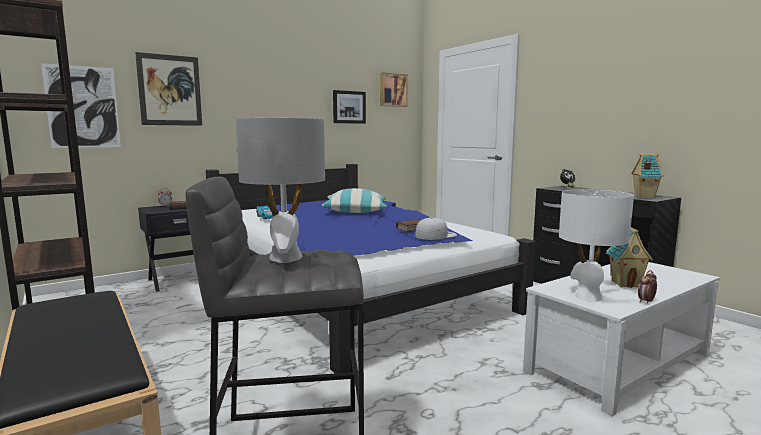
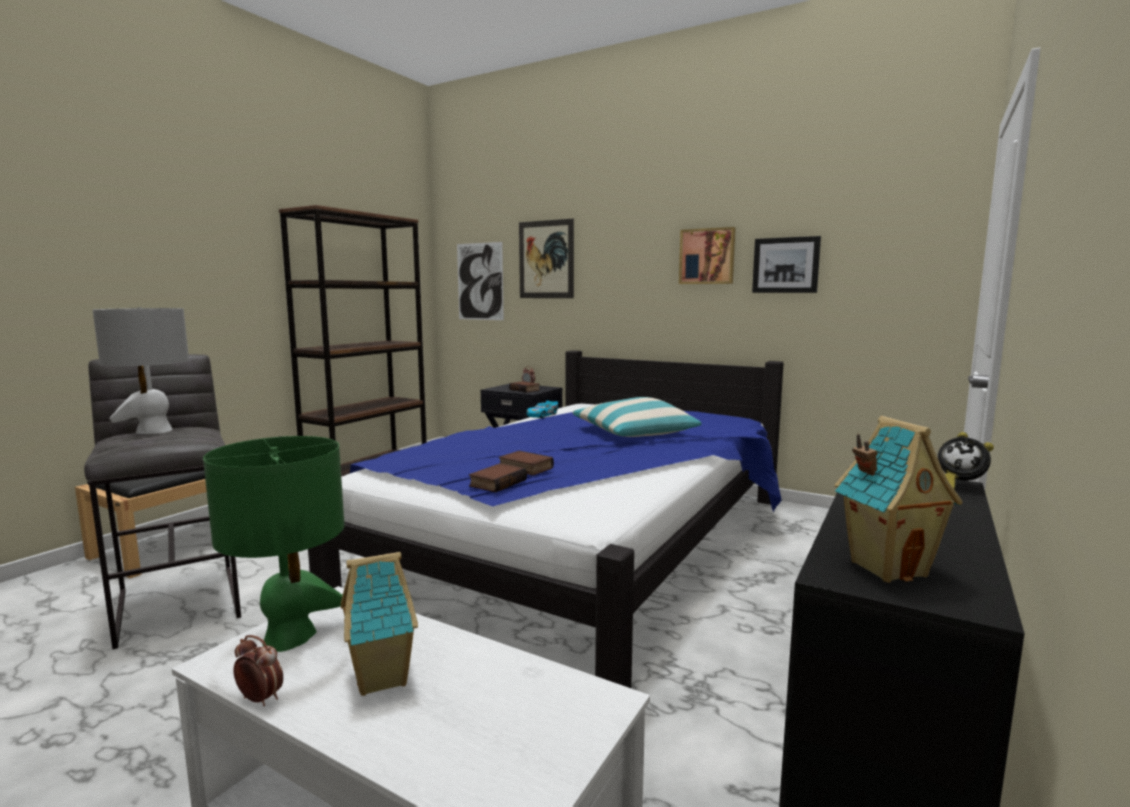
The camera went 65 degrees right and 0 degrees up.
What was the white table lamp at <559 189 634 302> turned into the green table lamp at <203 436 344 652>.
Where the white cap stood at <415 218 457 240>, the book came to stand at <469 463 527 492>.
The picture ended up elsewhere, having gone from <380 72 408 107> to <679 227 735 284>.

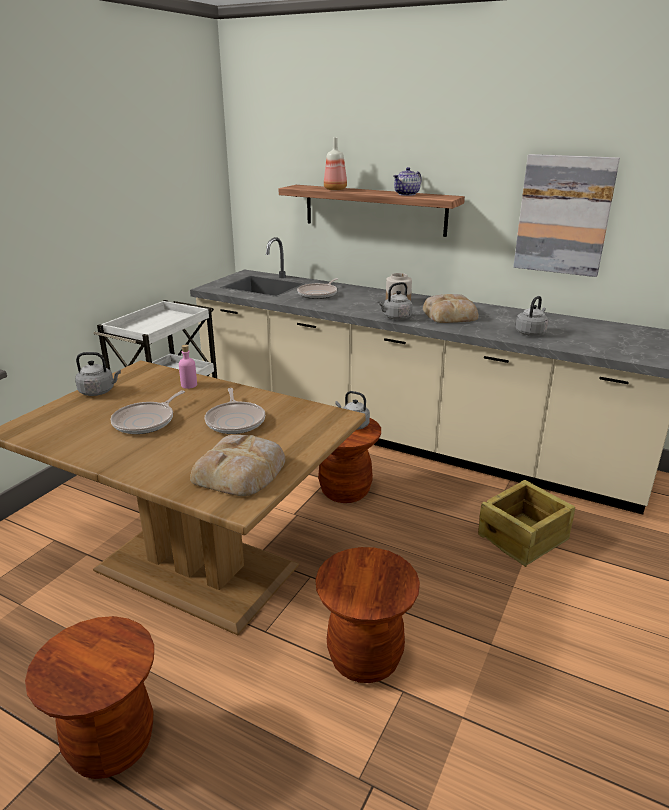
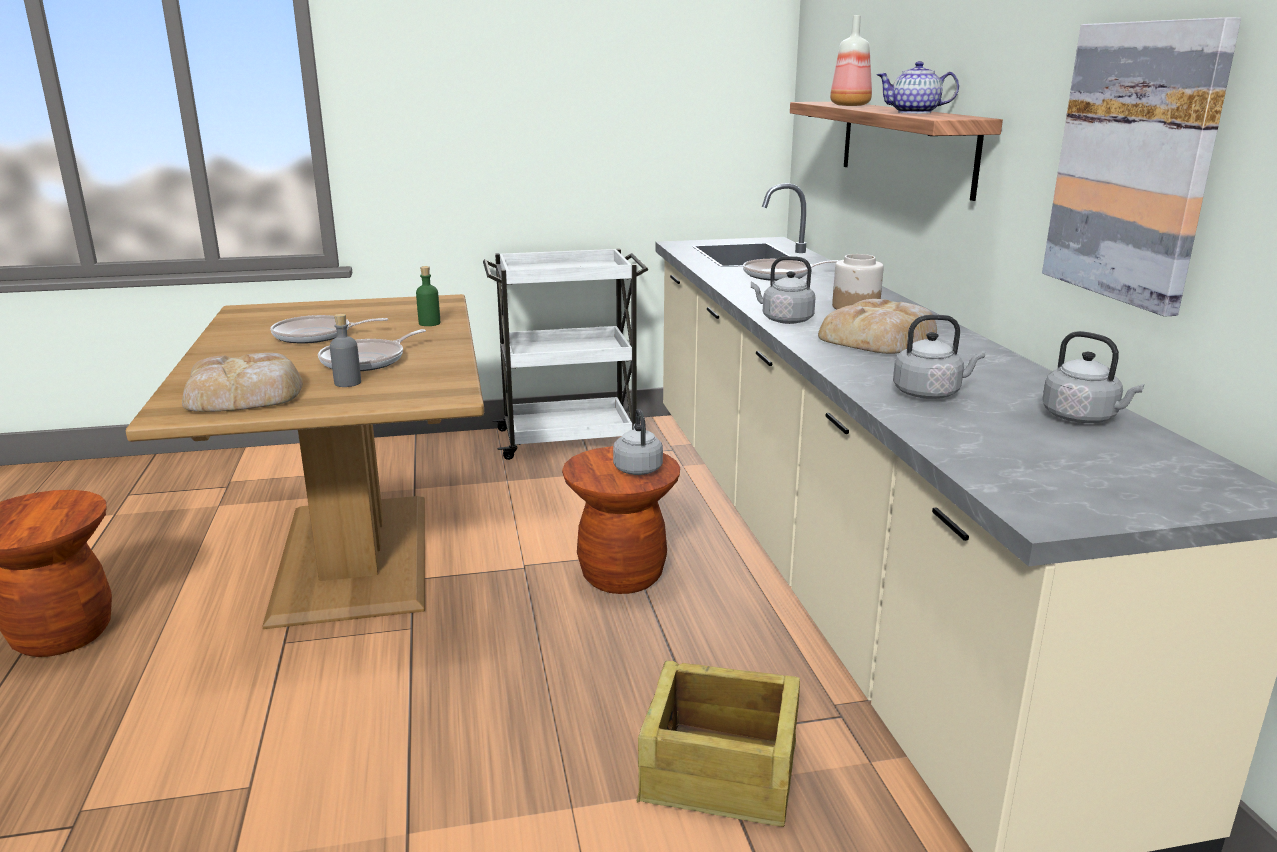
The camera went 50 degrees right and 5 degrees down.
The second view gained the grey bottle at <330 314 361 387>.
What was the pink bottle at <179 345 197 389> turned into the green bottle at <416 266 440 326>.
The grey kettle ended up elsewhere, having gone from <75 352 121 396> to <1042 331 1144 423>.
The second view lost the brown stool at <315 547 420 683>.

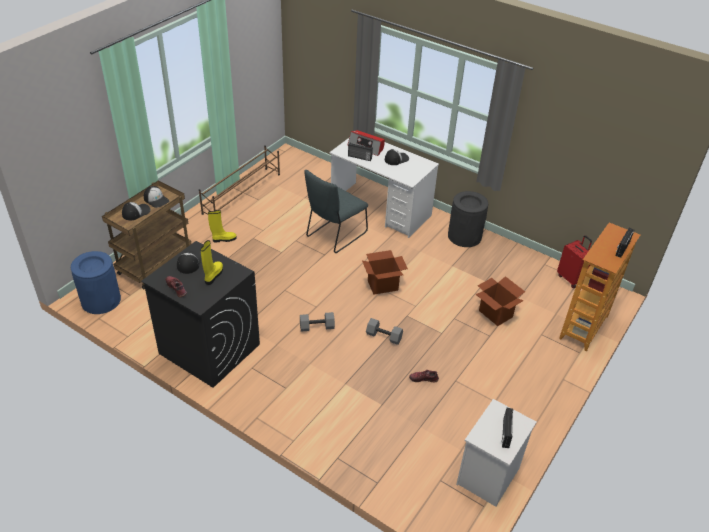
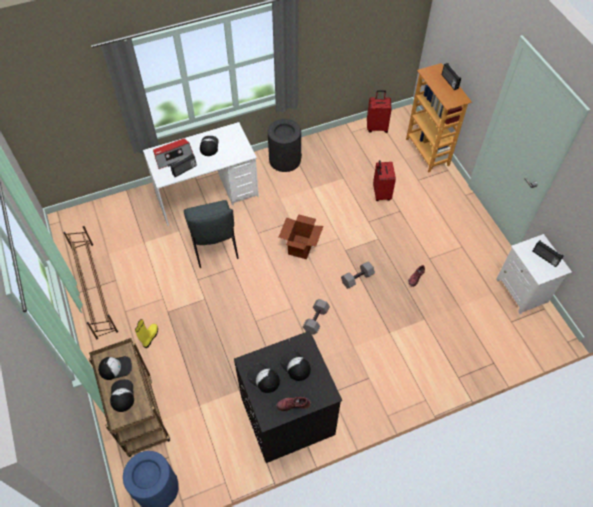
The camera went 55 degrees left and 15 degrees up.
Where the yellow boot stood at <200 240 223 285>, the cap came to stand at <280 350 311 381>.
Where the cardboard box stood at <476 276 525 326>, the red suitcase came to stand at <373 160 396 201>.

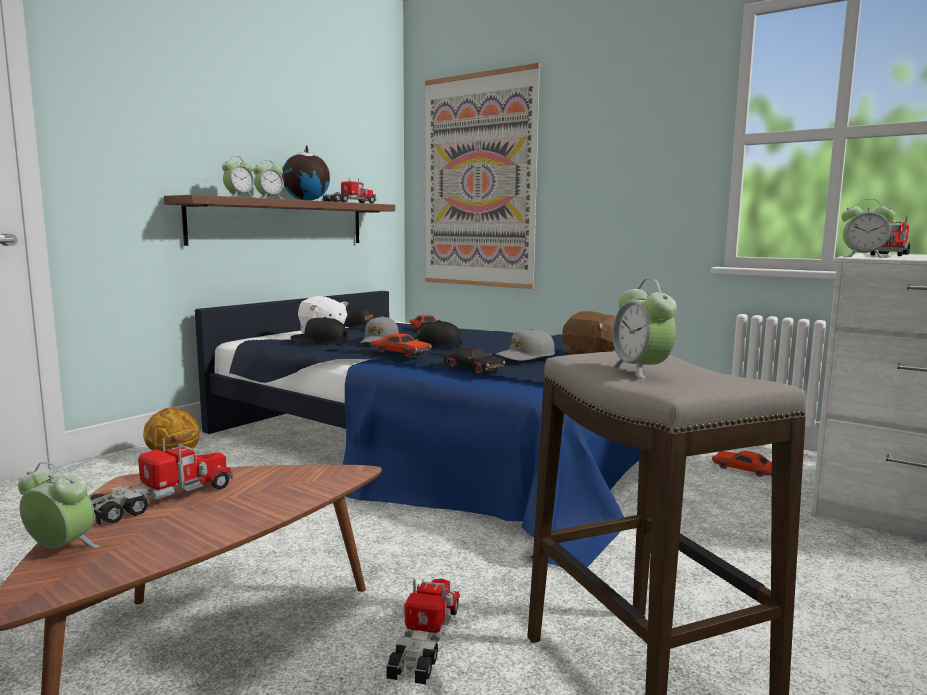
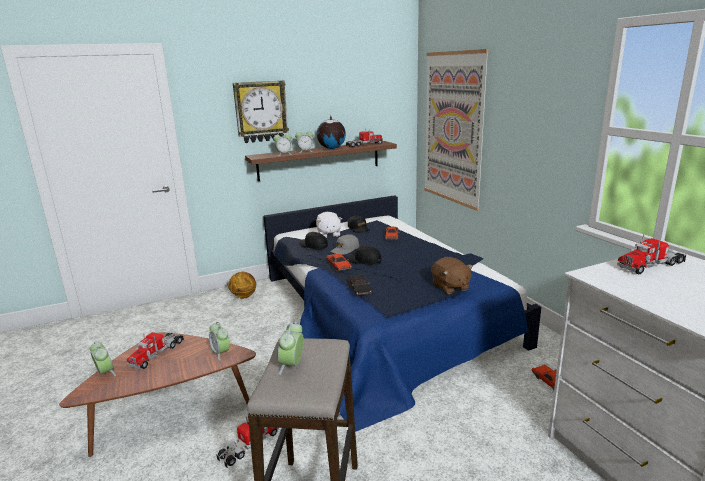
The camera went 30 degrees right and 10 degrees up.
The toy truck at <90 438 233 526> ended up facing another way, 135 degrees clockwise from before.
The alarm clock ended up elsewhere, having gone from <841 199 895 258> to <209 322 230 361>.
The second view gained the wall clock at <233 80 289 143>.
The second view lost the grey cap at <496 328 555 361>.

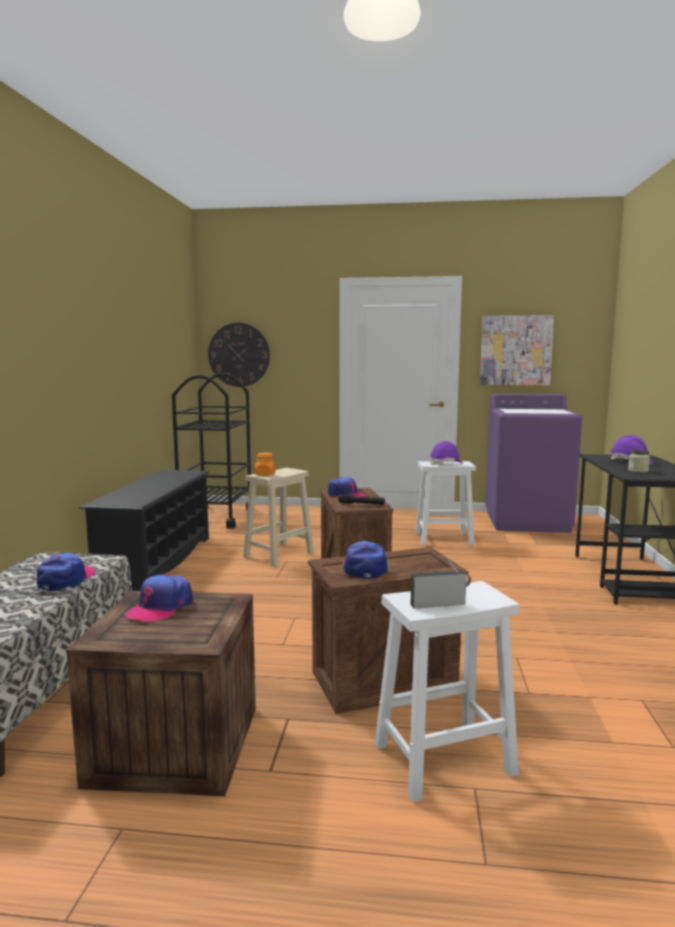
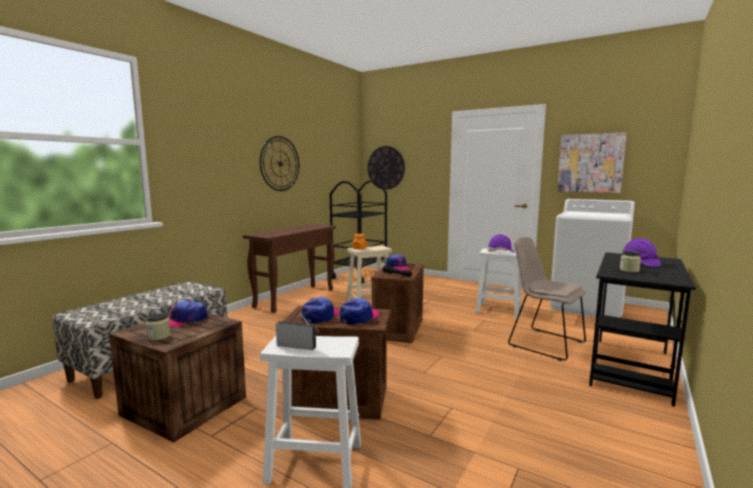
The camera went 25 degrees right and 0 degrees up.
The second view gained the jar at <146 313 170 341>.
Where the black shoe rack stood at <79 470 209 591>, the brown console table came to stand at <243 224 336 313>.
The second view gained the wall clock at <260 136 299 191>.
The cap ended up elsewhere, having gone from <36 553 95 591> to <340 298 380 325>.
The second view gained the beige chair at <508 237 586 361>.
What was the purple washing machine at <485 394 582 533> turned into the white washing machine at <550 199 635 318>.

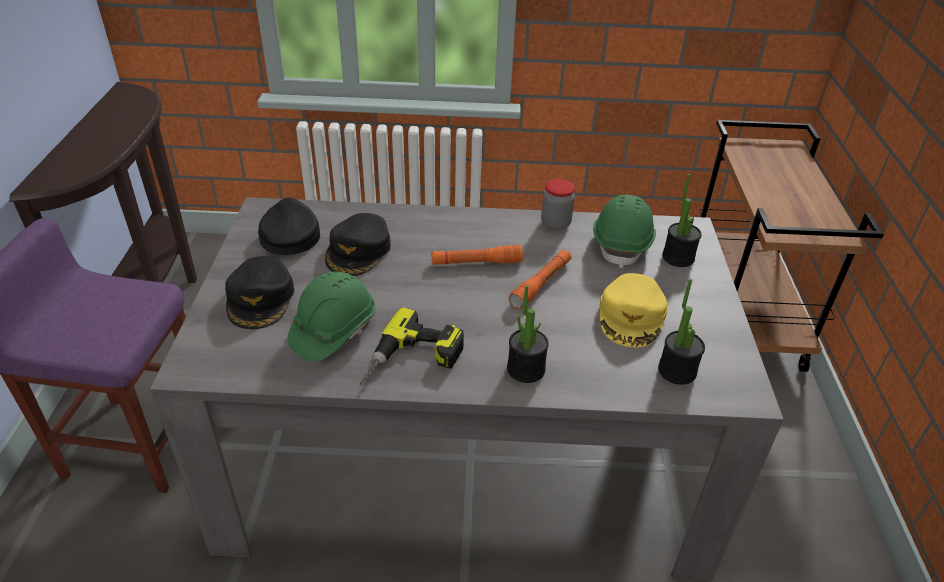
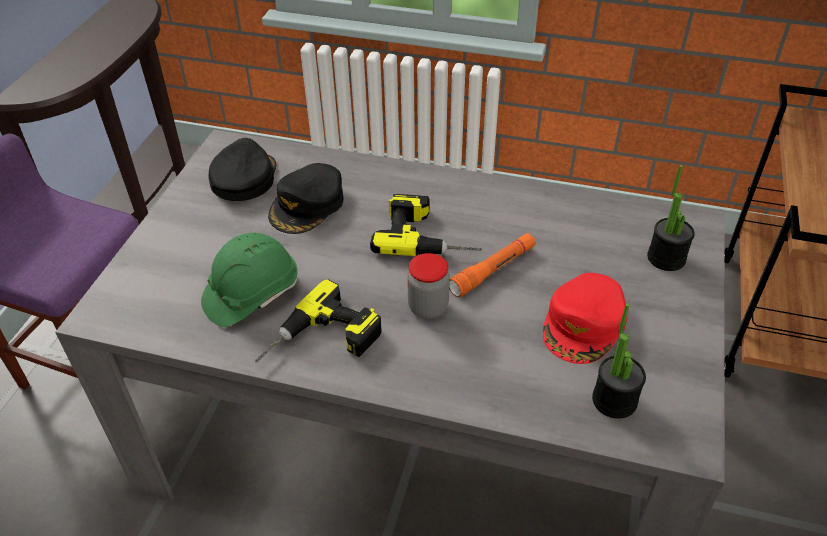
The camera went 15 degrees right and 5 degrees up.
Where the orange flashlight stood at <431 245 523 265>, the power drill came to stand at <370 194 482 256>.
The jar ended up elsewhere, having gone from <541 179 575 231> to <407 253 450 319>.
What was the yellow cap at <600 273 668 347> turned into the red cap at <543 273 627 364>.
The second view lost the black cap at <225 256 294 329>.
The second view lost the potted plant at <507 285 549 383>.
The second view lost the green hard hat at <593 195 656 268>.

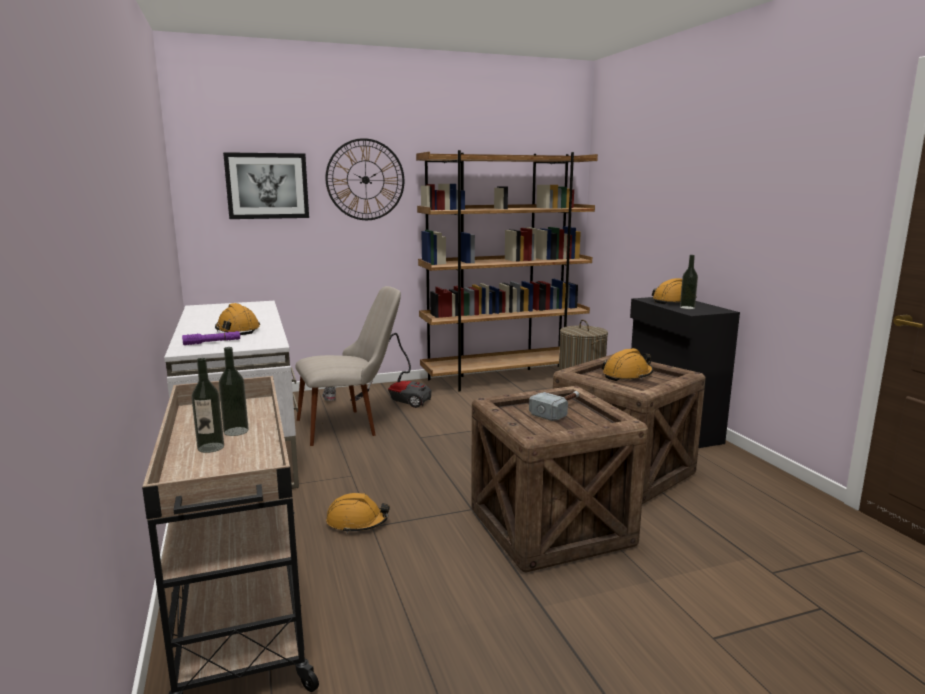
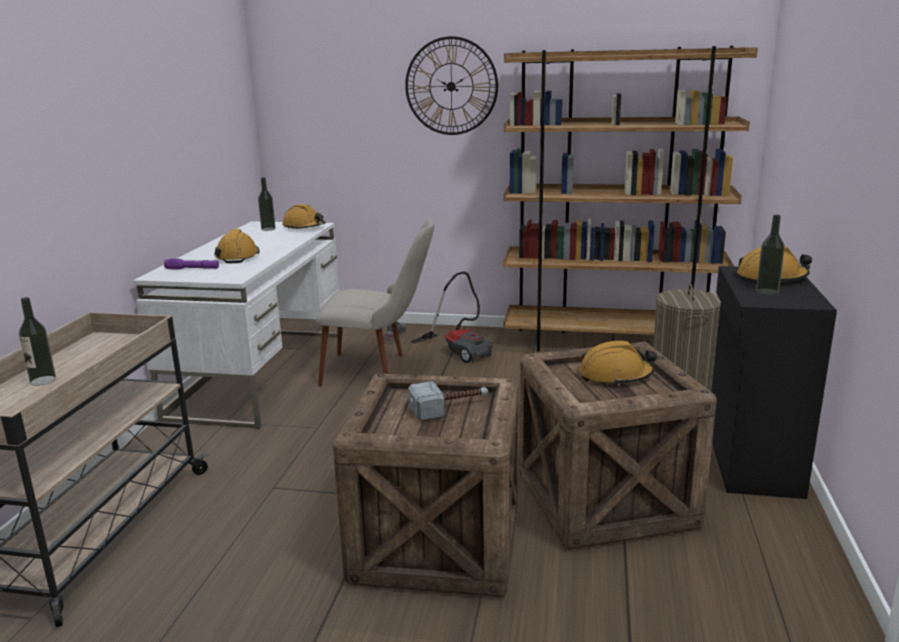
The camera went 30 degrees right and 5 degrees up.
The bottle ended up elsewhere, having gone from <219 347 249 436> to <258 177 276 231>.
The orange hard hat ended up elsewhere, having gone from <326 493 390 533> to <282 204 326 229>.
The second view lost the picture at <223 152 309 219>.

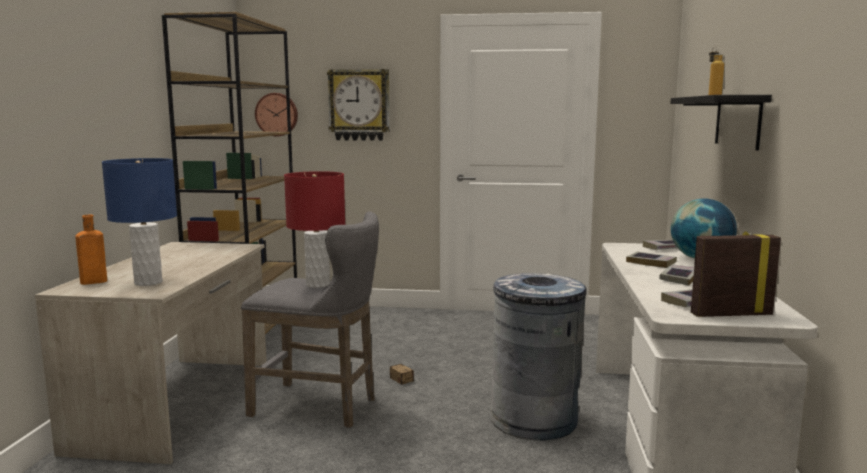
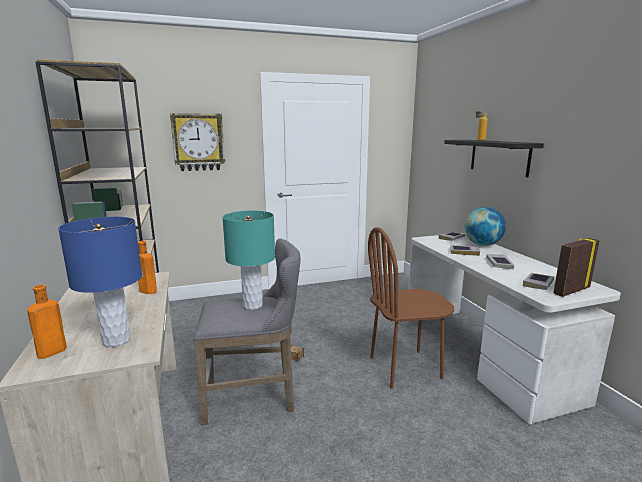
The camera went 25 degrees left and 5 degrees up.
The second view gained the orange bottle at <138 241 157 294>.
What was the red table lamp at <284 171 345 288> turned into the turquoise table lamp at <222 210 275 310>.
Where the grey trash can stood at <490 273 587 440>, the brown chair came to stand at <368 227 455 389>.
The second view lost the wall clock at <255 93 298 136>.

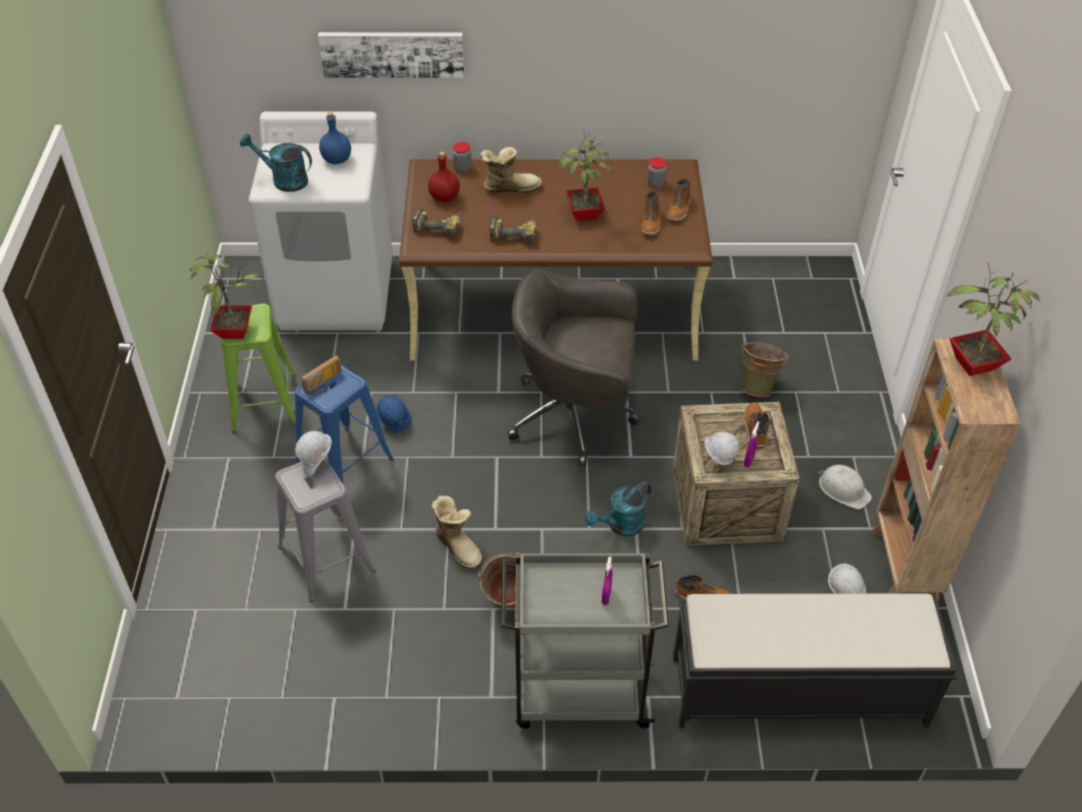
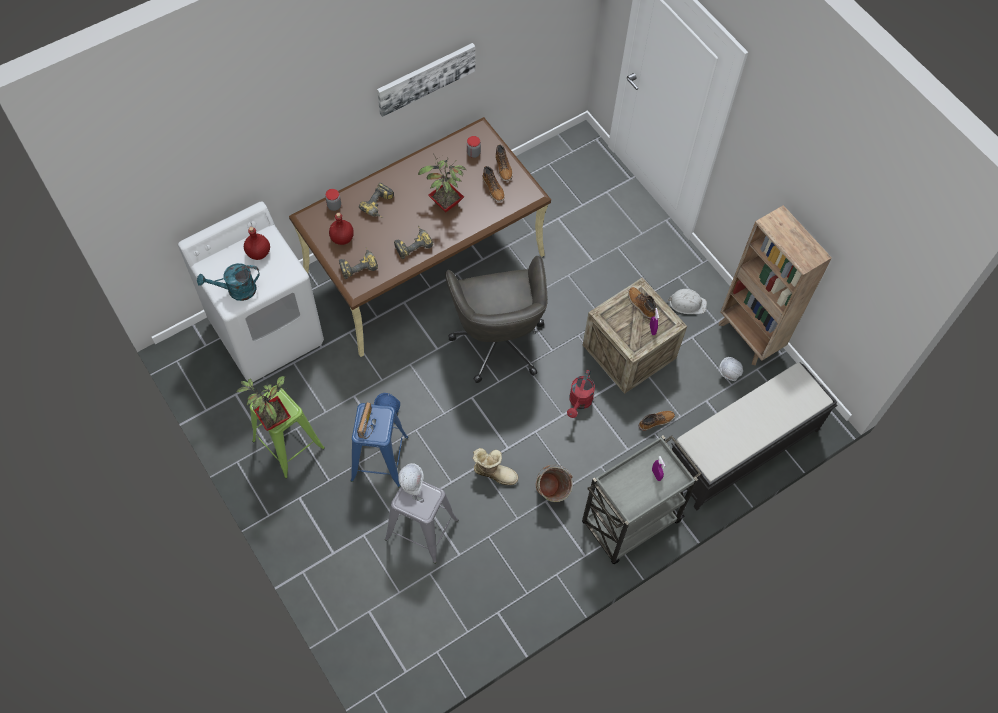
The camera went 35 degrees left and 15 degrees up.
What was the blue bottle at <319 112 351 164> turned into the red bottle at <244 227 270 260>.
Where the boot stood at <480 147 542 193>, the power drill came to stand at <359 183 394 218>.
The picture ended up elsewhere, having gone from <318 32 464 78> to <377 43 475 117>.
The grey office chair at <508 268 640 466> ended up facing another way, 75 degrees counterclockwise from before.
What was the turquoise watering can at <585 482 651 537> turned into the red watering can at <567 370 595 418>.
The second view lost the white hard hat at <704 432 739 465>.
The second view lost the green bucket at <741 342 788 397>.
The second view lost the potted plant at <947 262 1040 376>.

